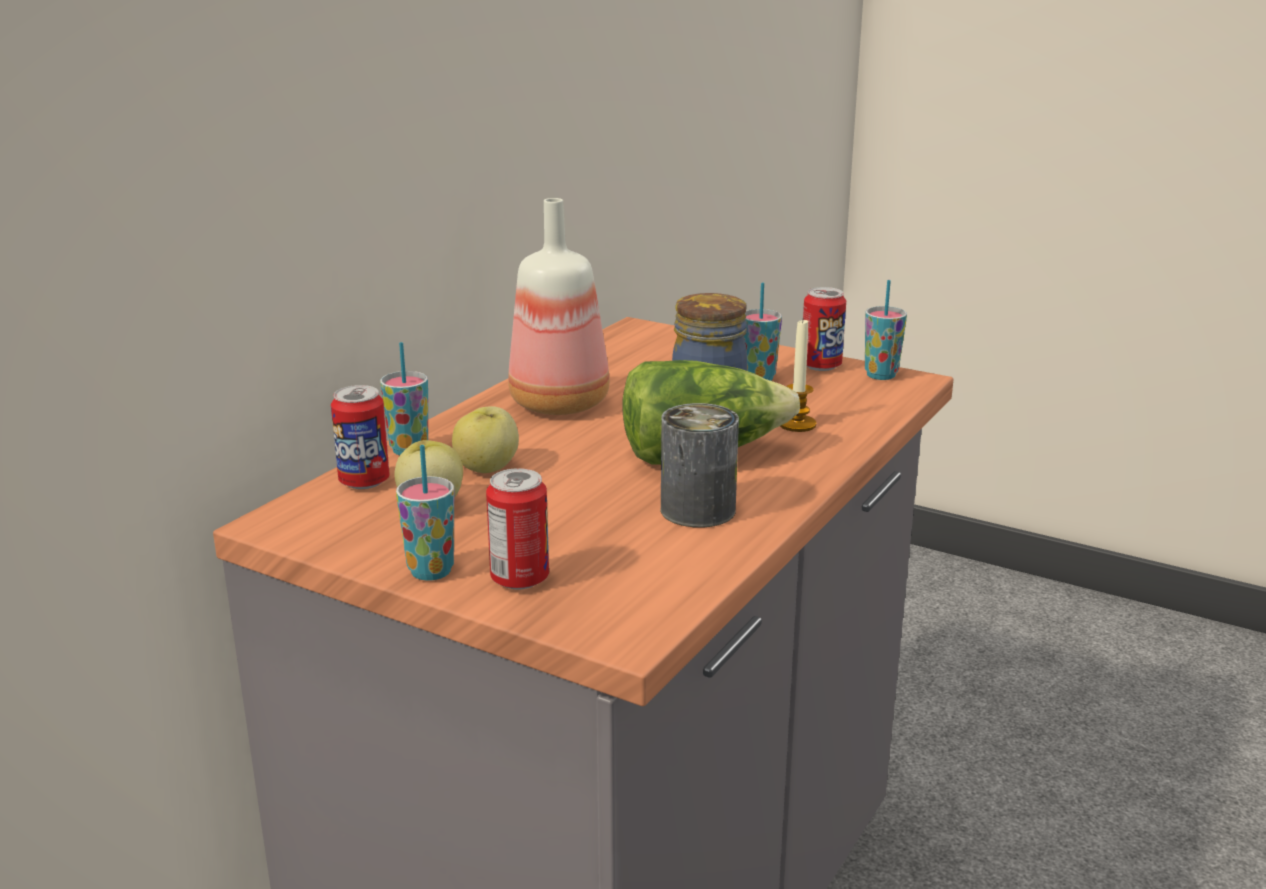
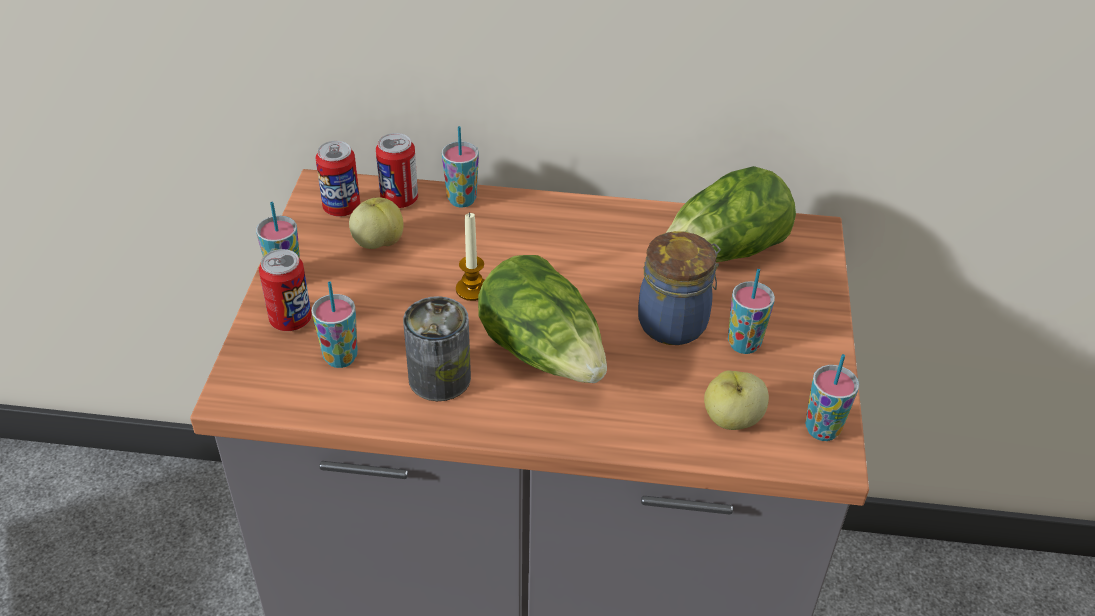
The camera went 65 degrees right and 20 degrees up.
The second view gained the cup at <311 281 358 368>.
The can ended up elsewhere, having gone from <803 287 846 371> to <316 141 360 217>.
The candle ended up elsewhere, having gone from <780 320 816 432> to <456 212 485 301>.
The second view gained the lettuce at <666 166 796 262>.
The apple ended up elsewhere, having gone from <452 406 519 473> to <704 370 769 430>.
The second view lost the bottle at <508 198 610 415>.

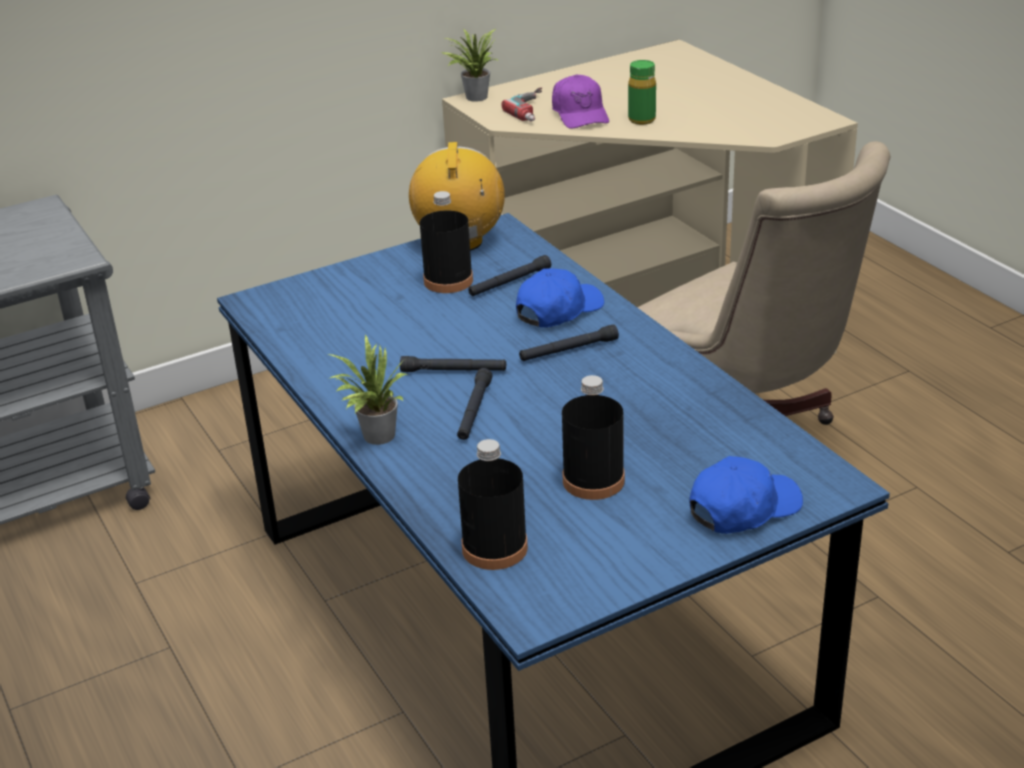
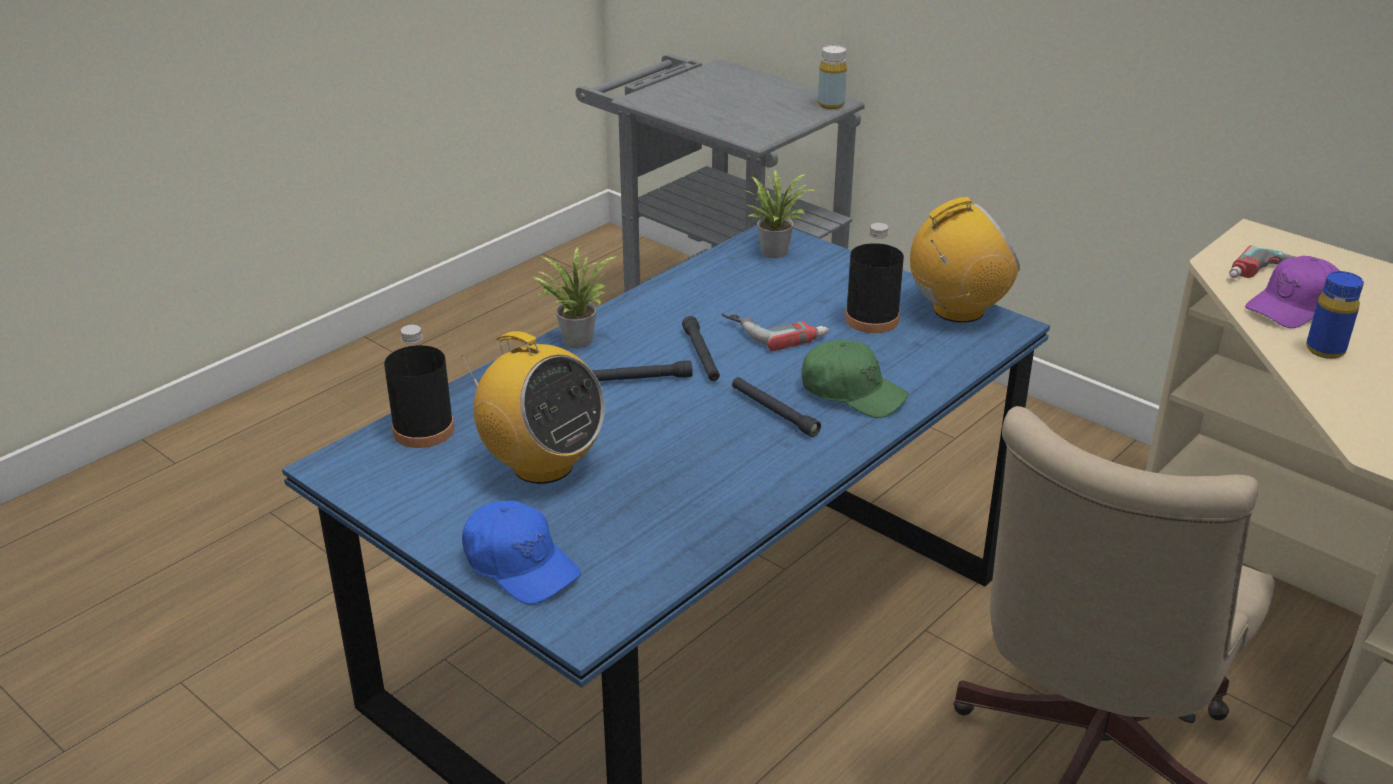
The camera went 70 degrees right and 0 degrees up.
Where the black bottle stood at <562 375 625 500>, the radio came to stand at <462 331 605 484>.
The second view gained the power drill at <721 313 829 351>.
The potted plant ended up elsewhere, having gone from <441 29 498 102> to <746 169 818 258>.
What was the blue cap at <516 268 604 328> turned into the green cap at <801 340 908 418>.
The second view gained the yellow bottle at <818 45 847 109>.
What was the green bottle at <628 60 656 125> turned into the blue bottle at <1306 271 1364 359>.
The second view lost the black flashlight at <468 255 551 296>.

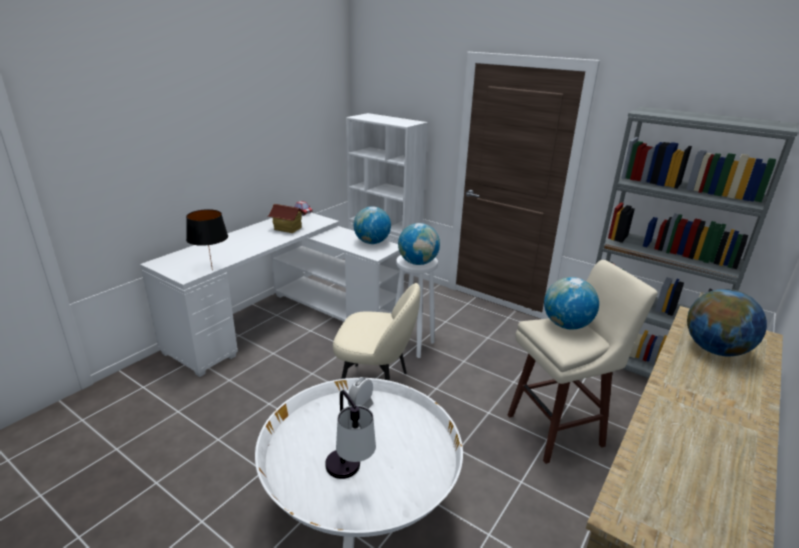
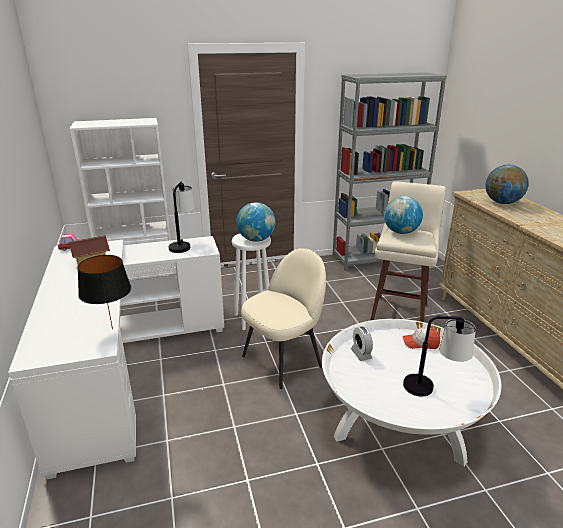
The camera went 50 degrees left and 0 degrees up.
Where the globe stood at <353 206 391 244>, the table lamp came to stand at <169 182 195 253>.
The second view gained the cap at <403 327 440 349>.

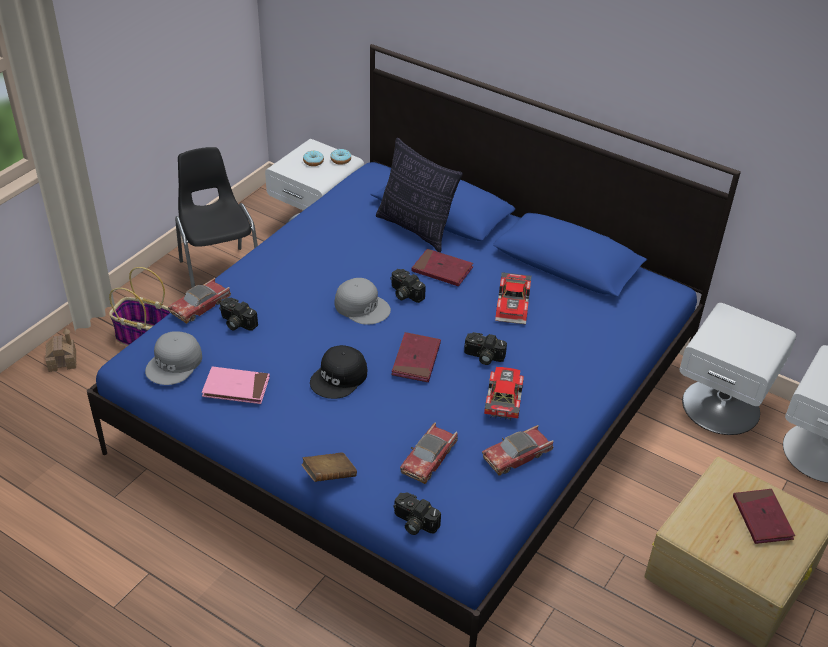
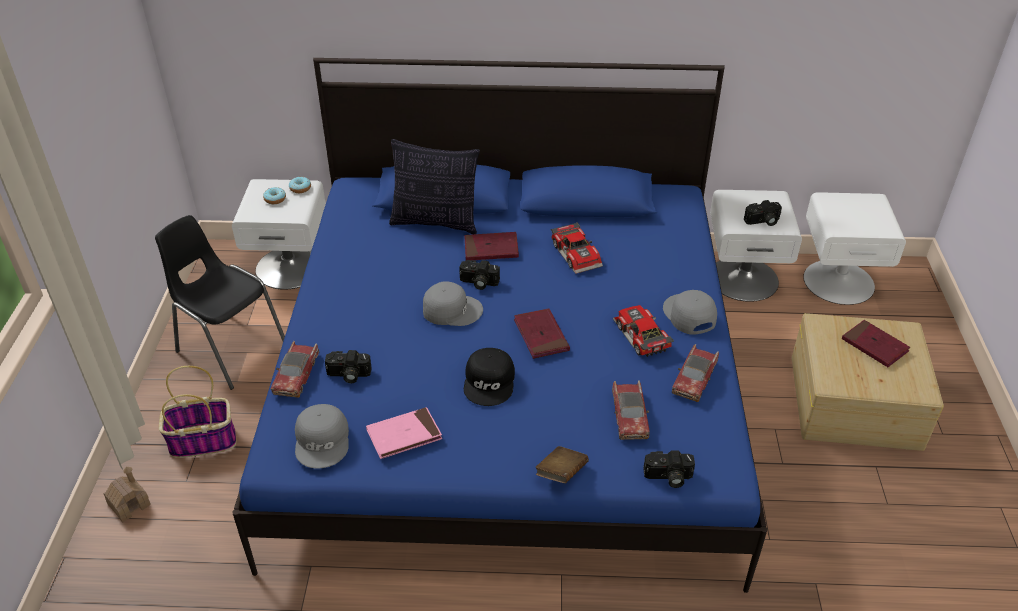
The camera went 30 degrees left and 0 degrees up.
The second view gained the grey cap at <663 290 717 335>.
The photo camera ended up elsewhere, having gone from <464 332 507 365> to <744 200 782 226>.

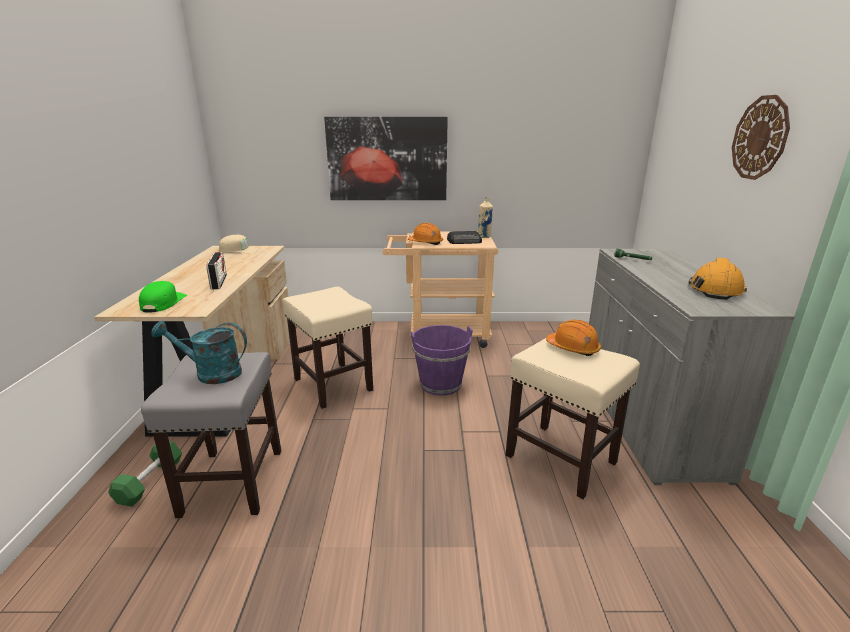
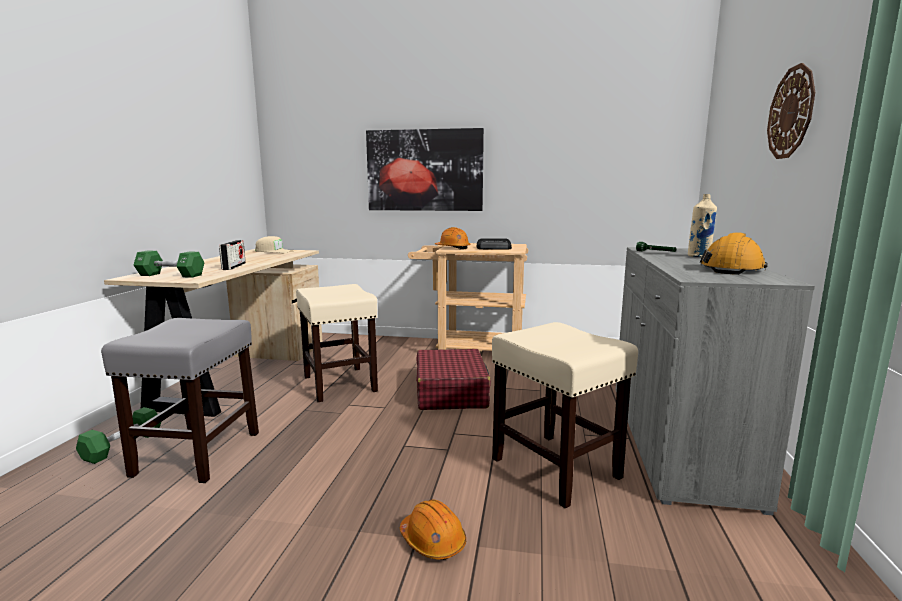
The camera went 10 degrees right and 10 degrees down.
Where the green cap stood at <139 281 187 313>, the green dumbbell came to stand at <134 251 205 278>.
The orange hard hat ended up elsewhere, having gone from <546 320 601 356> to <400 499 466 560>.
Where the purple bucket stood at <411 325 473 396>, the red suitcase came to stand at <416 349 491 410>.
The beige bottle ended up elsewhere, having gone from <478 197 493 238> to <688 194 717 257>.
The second view lost the turquoise watering can at <151 321 247 384>.

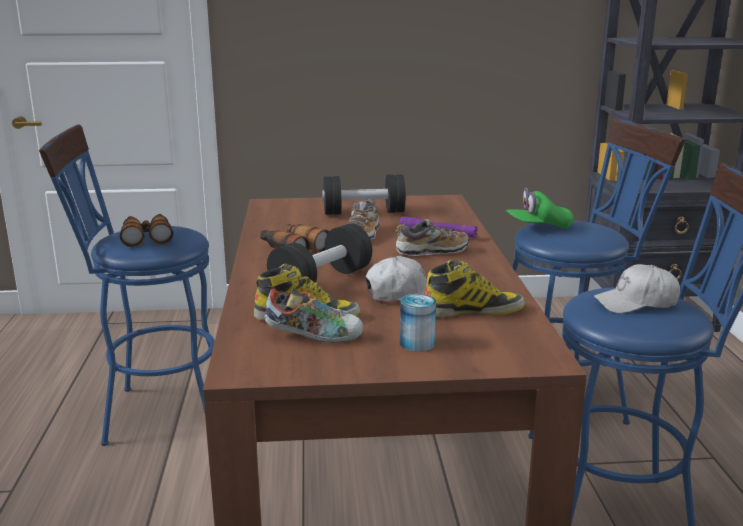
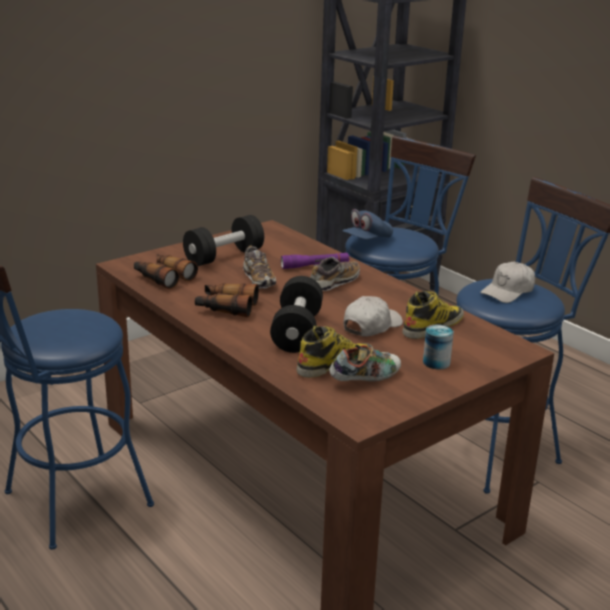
The camera went 35 degrees left and 5 degrees up.
The binoculars ended up elsewhere, having gone from <120 214 173 247> to <134 254 198 289>.
What was the green cap at <506 188 573 229> turned into the blue cap at <342 209 393 240>.

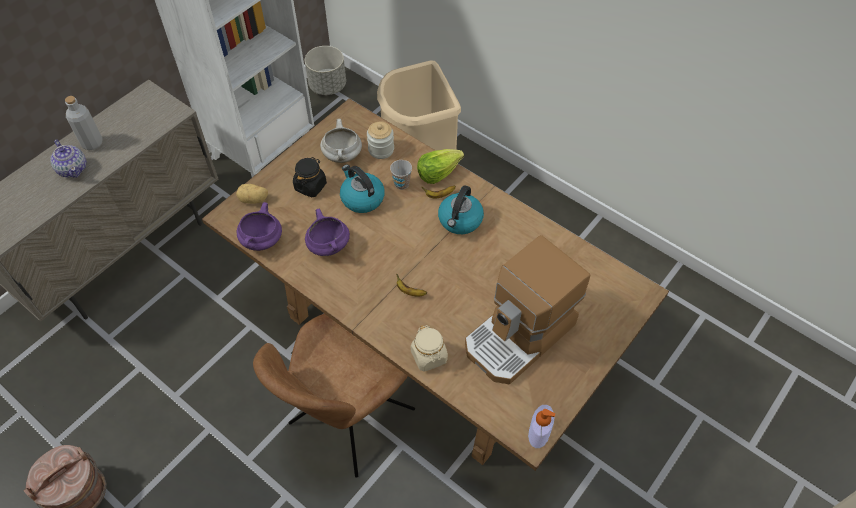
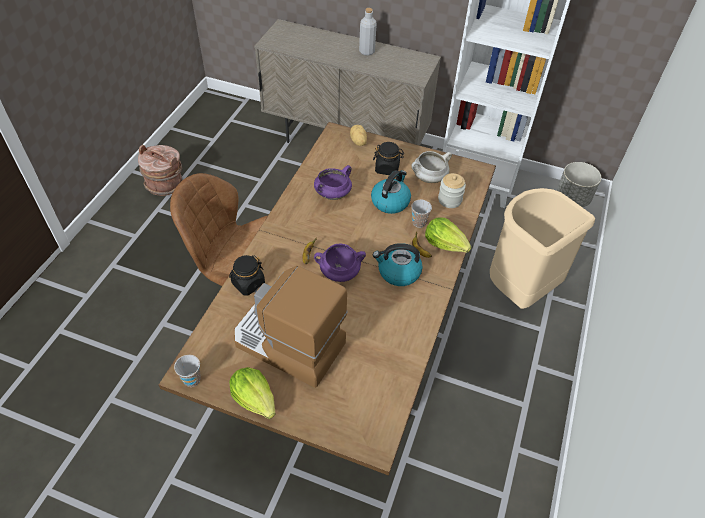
The camera went 70 degrees right and 5 degrees down.
Where the soap dispenser stood at <528 405 555 448>, the cup came to stand at <174 355 201 387>.
What was the beige jar at <411 325 448 372> turned into the black jar at <229 255 265 296>.
The second view gained the lettuce at <229 367 275 419>.
The purple cooking pot ended up elsewhere, having gone from <237 202 282 251> to <314 243 366 282>.
The second view lost the teapot at <50 140 86 178>.

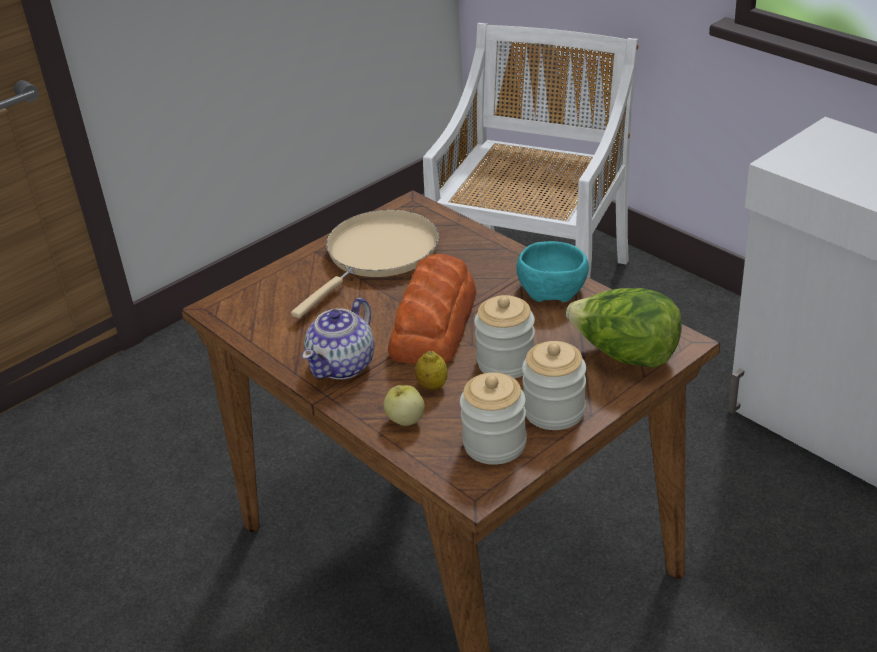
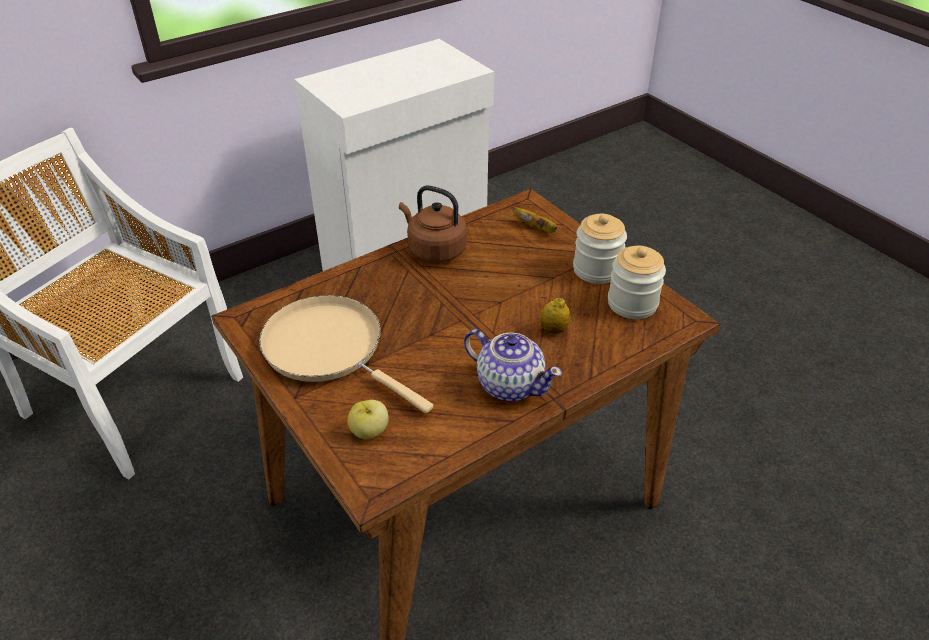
The camera went 85 degrees left and 5 degrees up.
The apple ended up elsewhere, having gone from <384 385 425 426> to <347 400 388 439>.
Where the turquoise bowl stood at <516 241 589 302>, the brown kettle came to stand at <399 185 467 262>.
Where the lettuce stood at <566 288 682 368>, the banana came to stand at <512 208 557 233>.
The second view lost the bread at <388 254 476 364>.
The second view lost the jar at <474 295 535 379>.

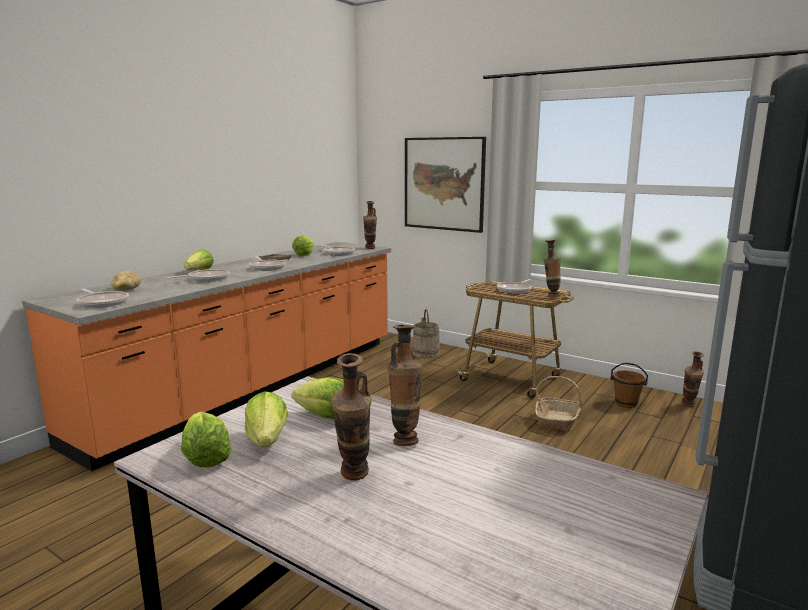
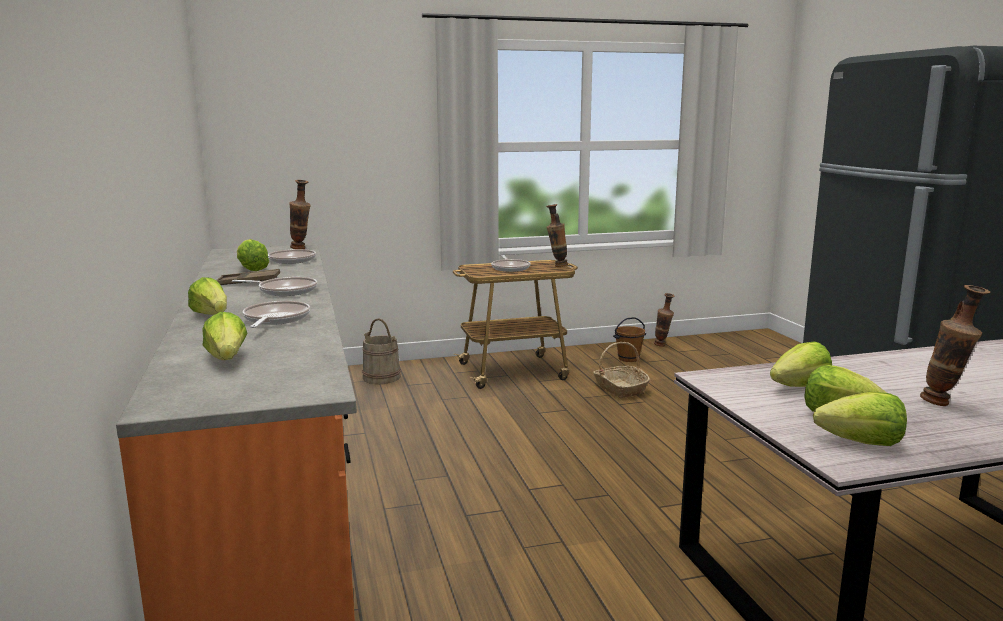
The camera went 50 degrees left and 0 degrees up.
Where the bread stood at <111 272 141 291>, the lettuce came to stand at <202 312 247 360>.
The second view lost the frying pan at <77 289 129 308>.
The second view lost the vase at <387 324 423 446>.
The second view lost the picture at <405 137 486 233>.

